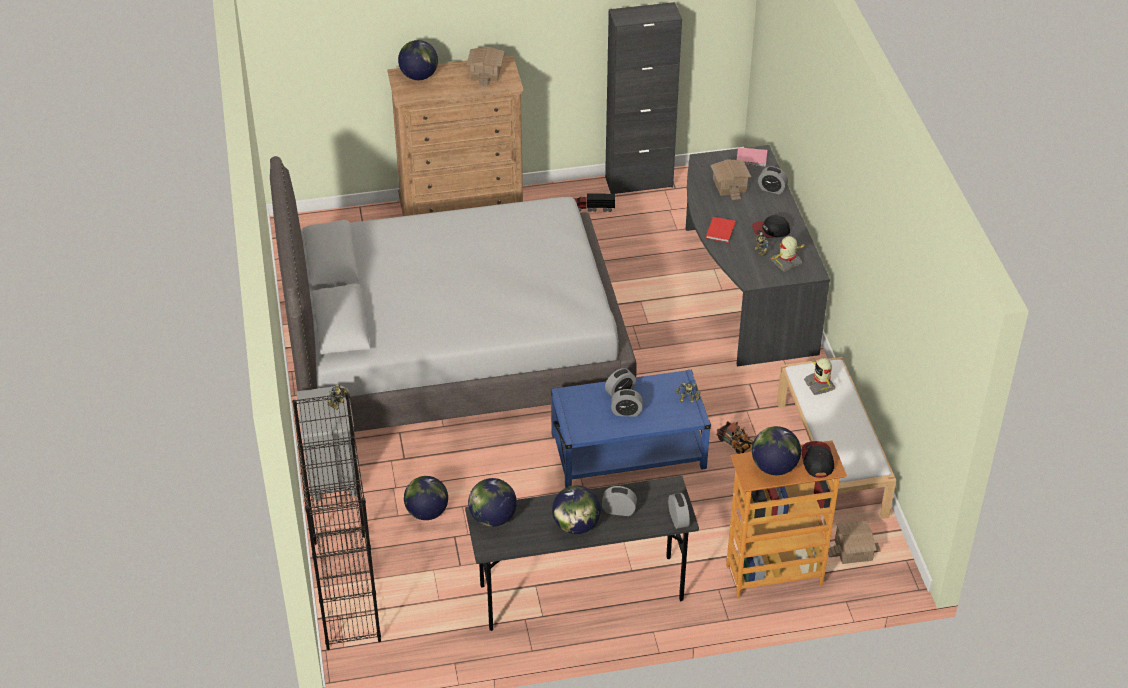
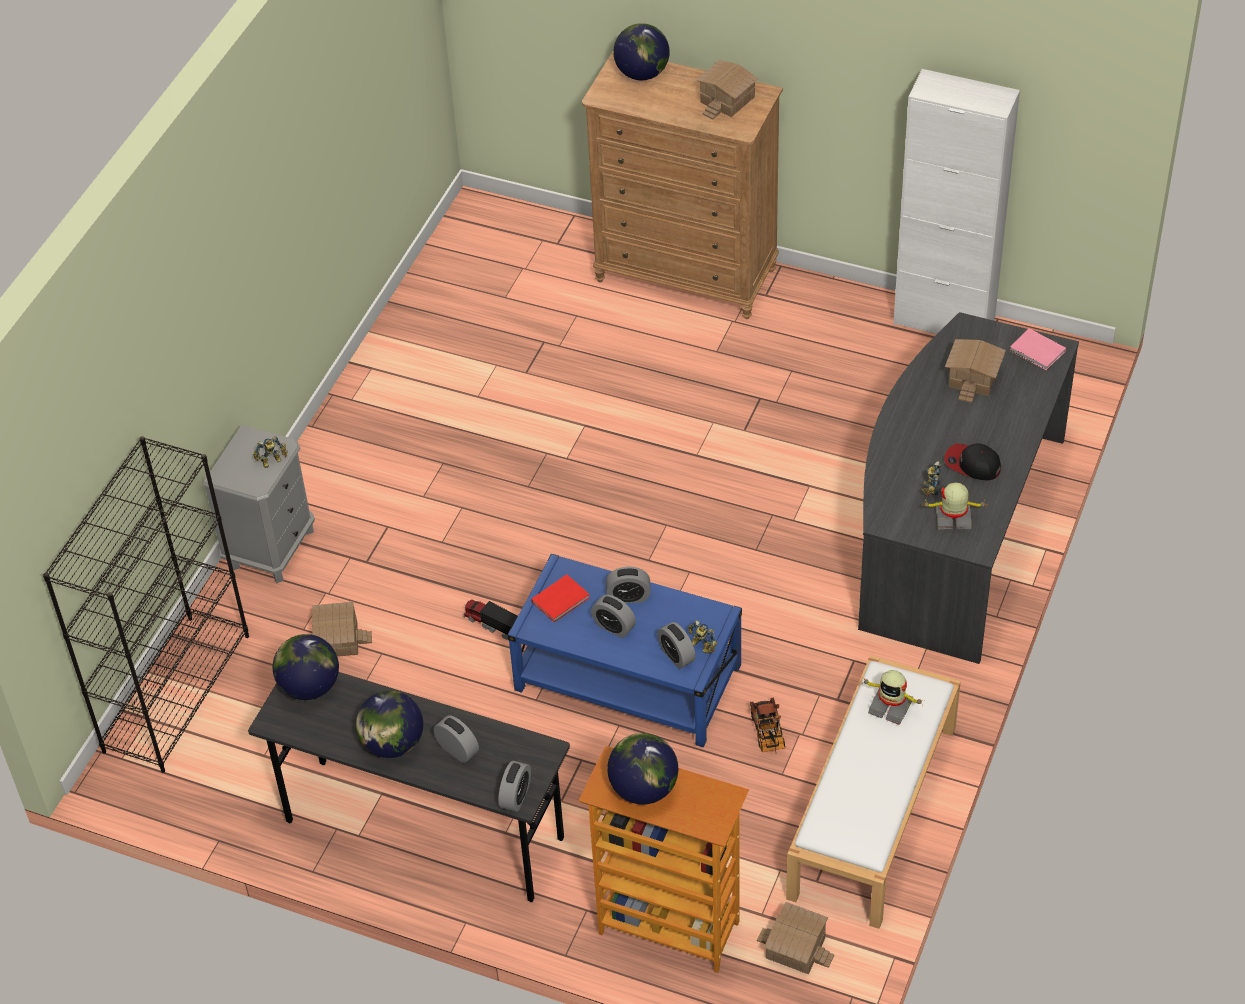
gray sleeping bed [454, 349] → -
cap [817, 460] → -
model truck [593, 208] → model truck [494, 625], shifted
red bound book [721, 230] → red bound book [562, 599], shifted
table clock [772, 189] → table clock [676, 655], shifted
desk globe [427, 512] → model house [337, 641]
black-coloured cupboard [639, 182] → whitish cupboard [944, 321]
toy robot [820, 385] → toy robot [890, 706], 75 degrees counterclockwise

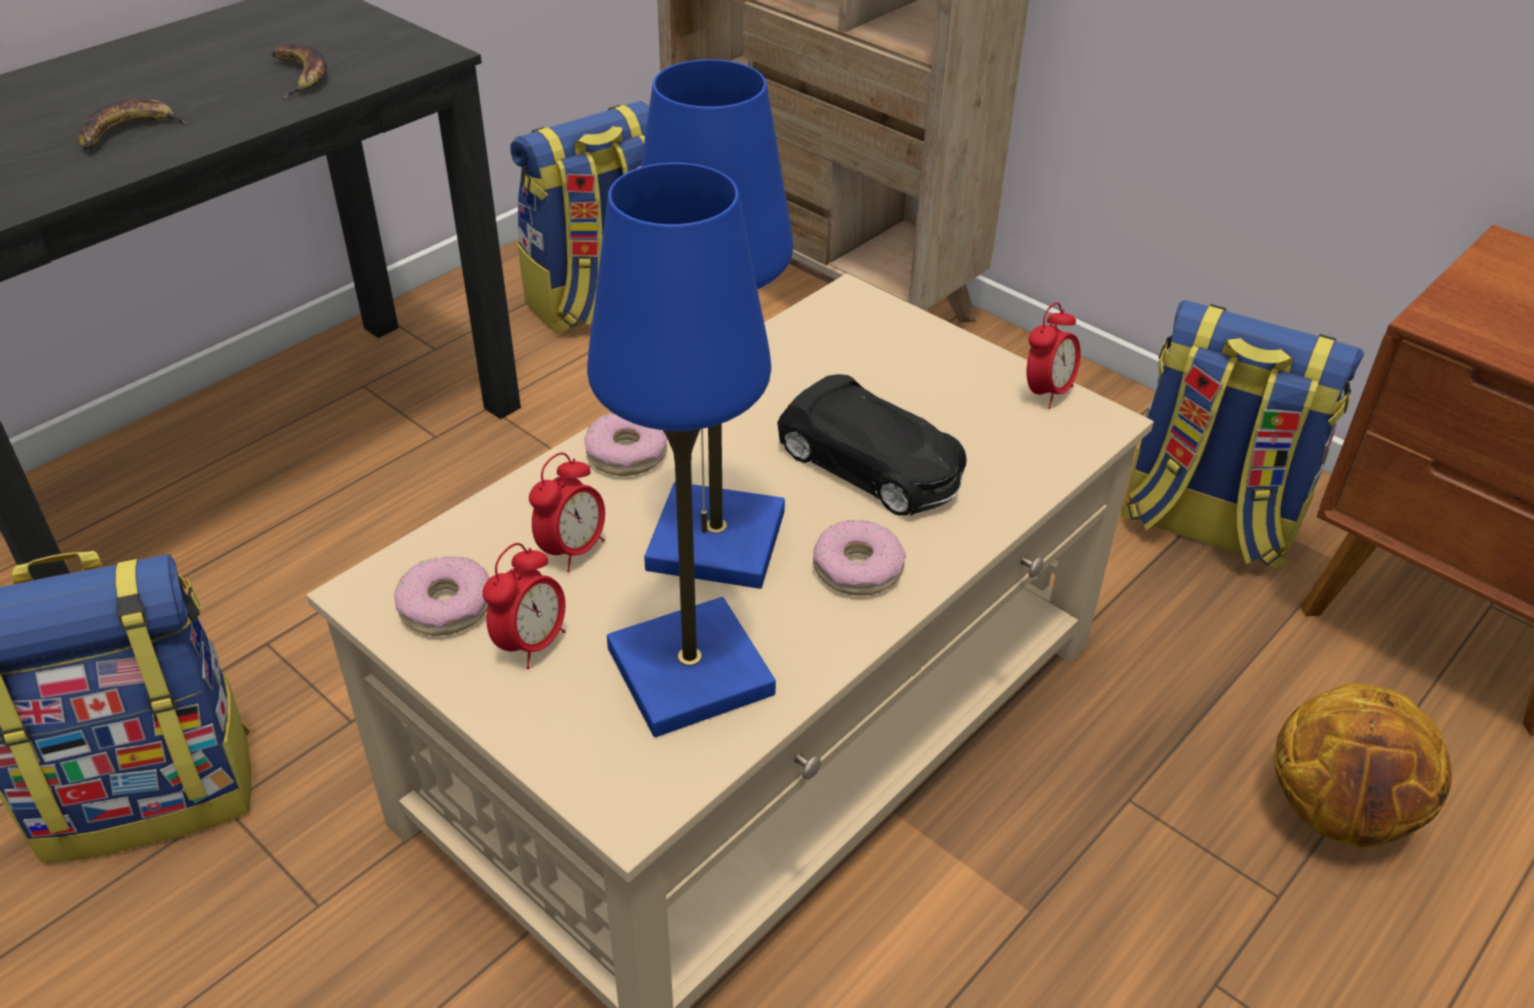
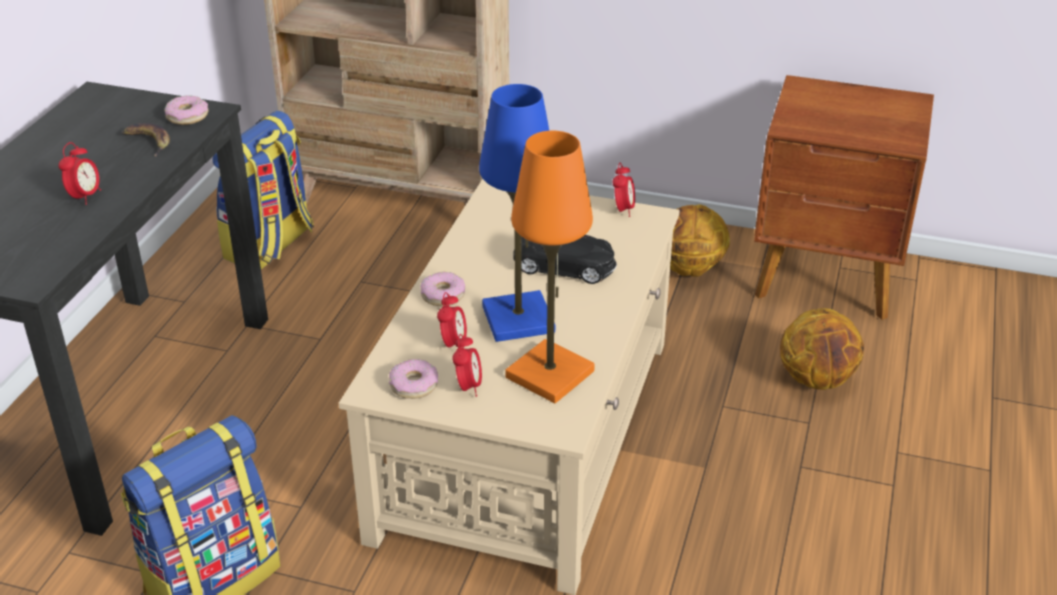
ring doughnut [858, 568] → ring doughnut [187, 116], shifted
whole banana [128, 133] → table clock [85, 197]
knapsack [1205, 525] → basketball [689, 269]
blue-coloured tabletop lamp [690, 671] → orange-coloured tabletop lamp [549, 374]

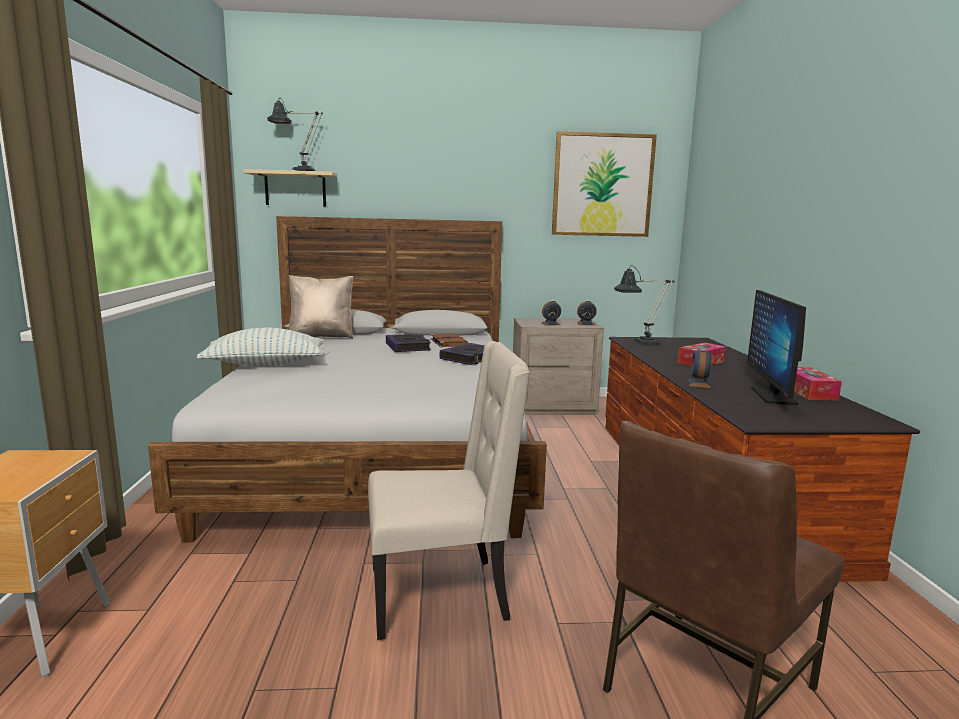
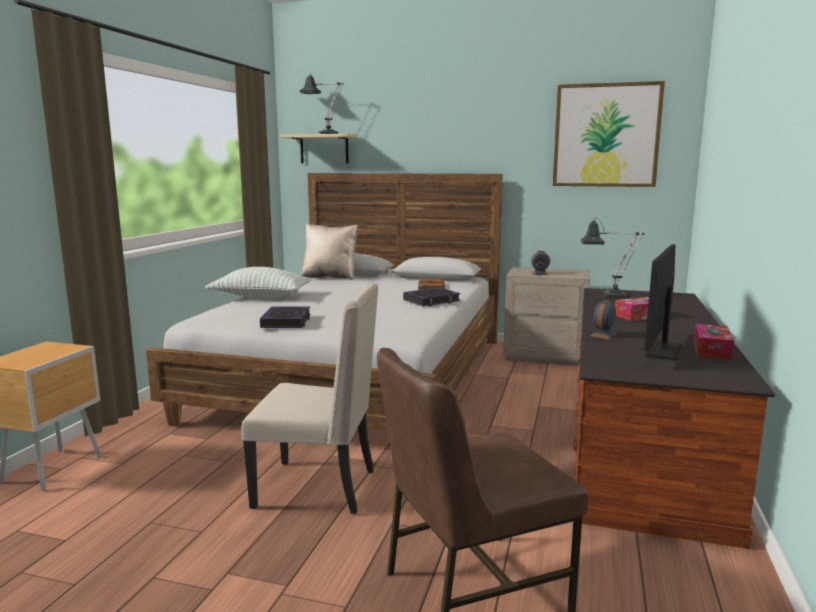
table clock [586, 324] → -
bound book [408, 347] → bound book [286, 322], shifted

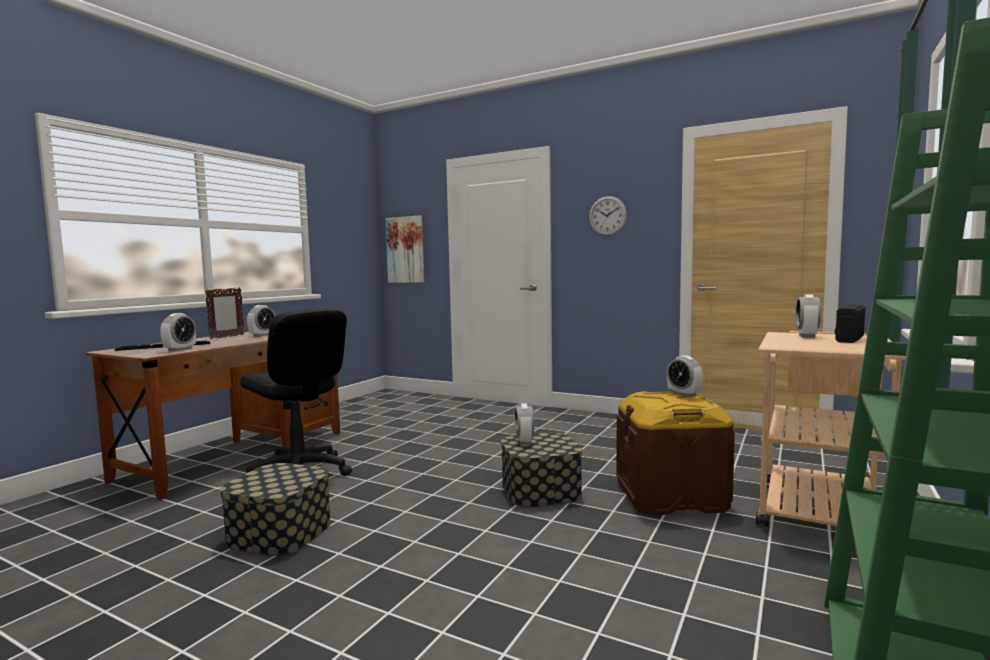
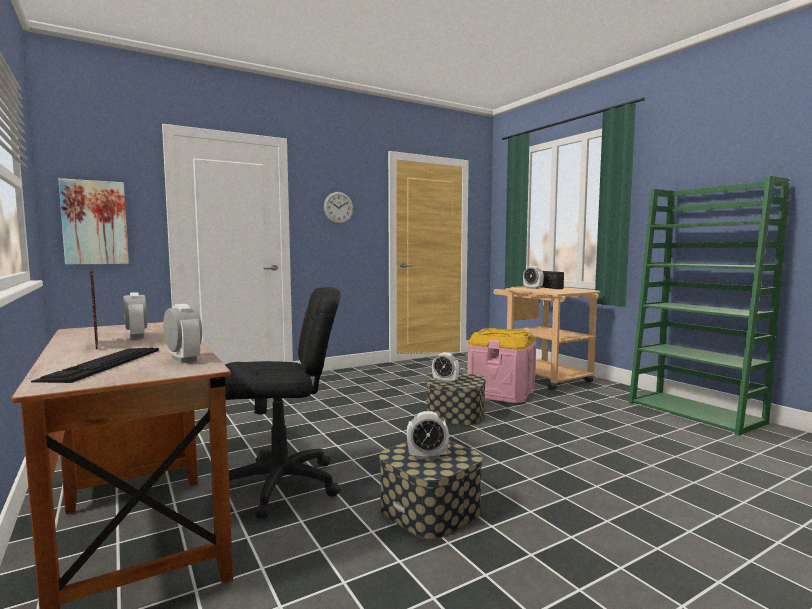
table clock [684, 394] → table clock [427, 456], shifted
brown storage box [671, 496] → pinkish storage box [501, 393]

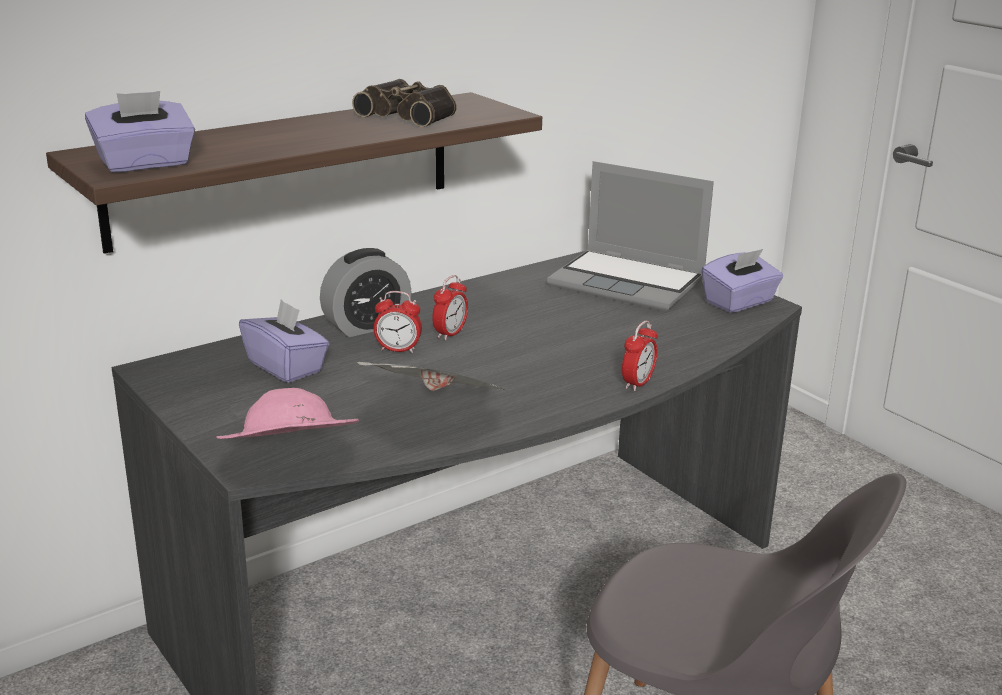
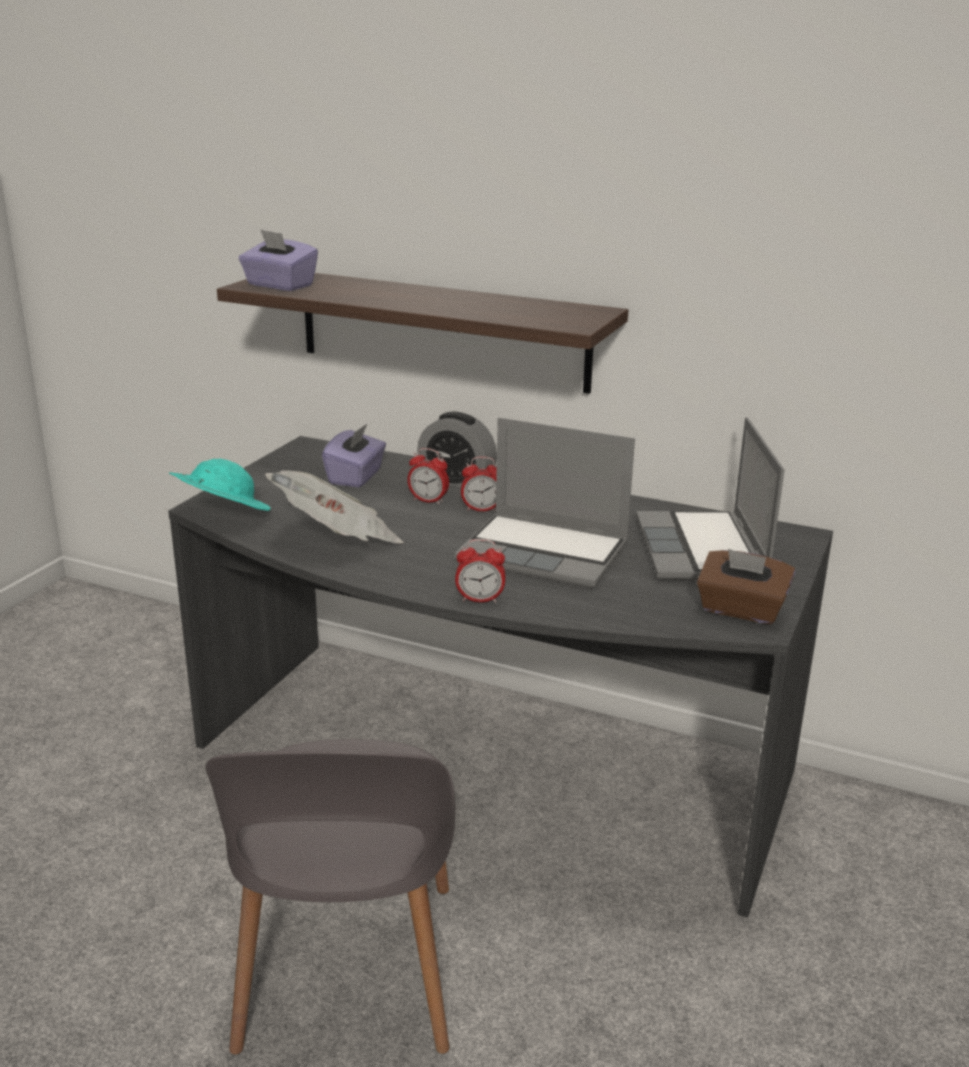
pair of binoculars [411, 115] → -
- → portable computer [546, 553]
pinkish hat [289, 459] → blue-green hat [222, 514]
purple tissue box [739, 302] → brown tissue box [741, 610]
table clock [398, 350] → table clock [428, 501], 45 degrees counterclockwise

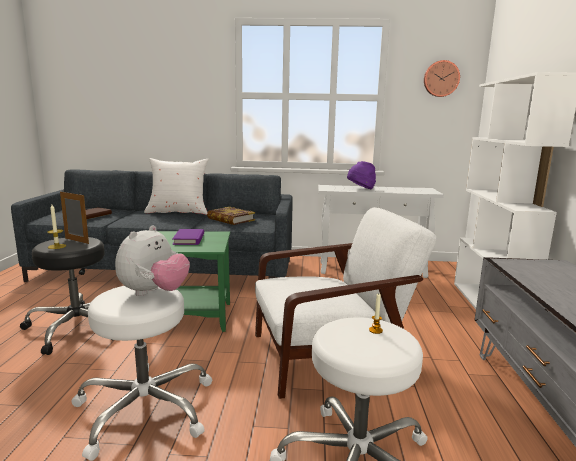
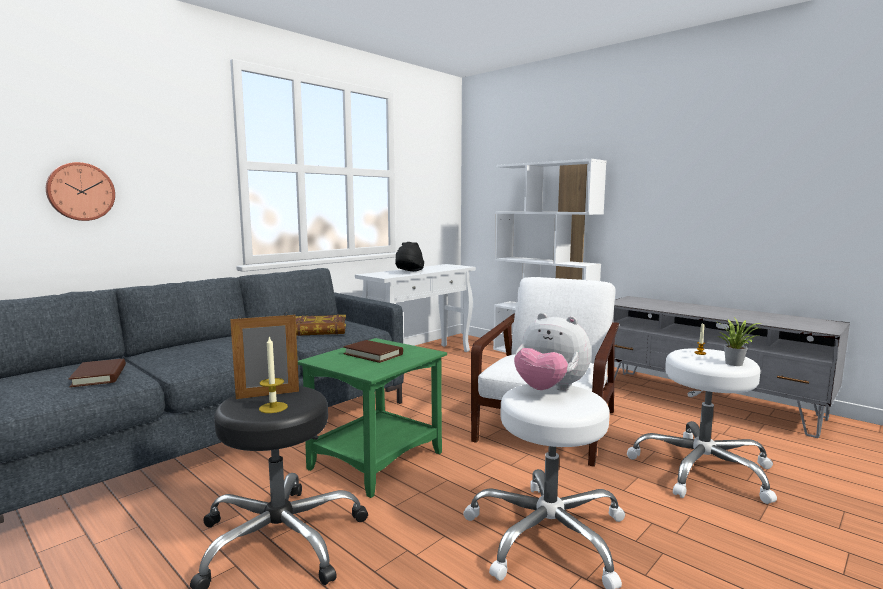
whitish throw pillow [178, 212] → -
- → potted plant [735, 363]
hanging clock [441, 79] → hanging clock [80, 191], shifted
purple bound book [189, 239] → brown bound book [373, 354]
purple hat [361, 189] → black-coloured hat [409, 272]
plush toy [154, 293] → plush toy [549, 390], 150 degrees clockwise

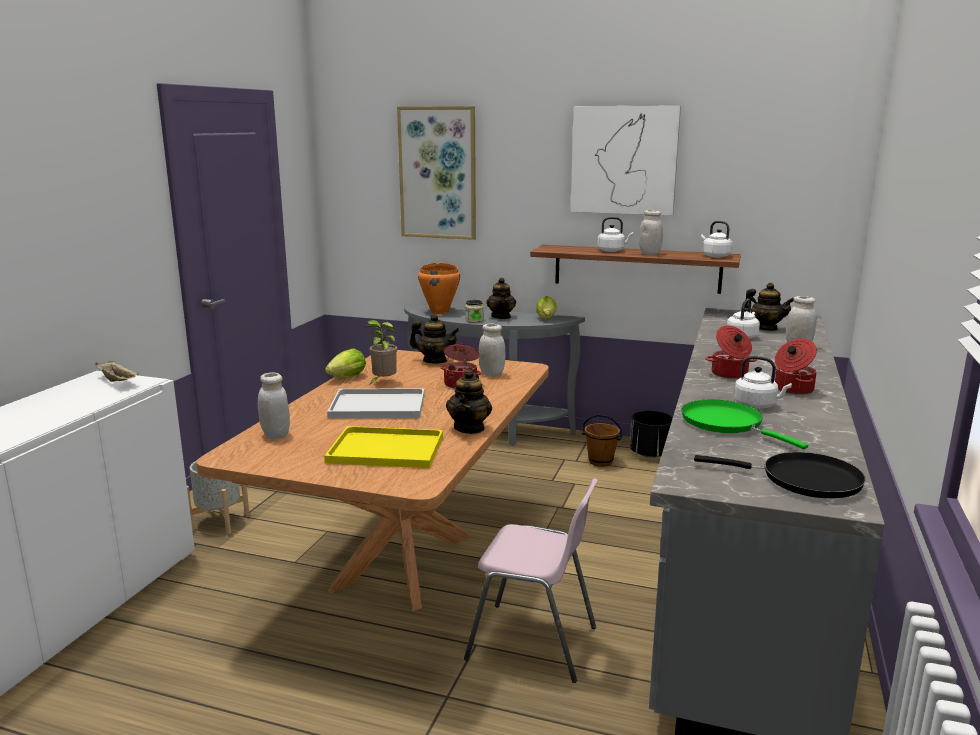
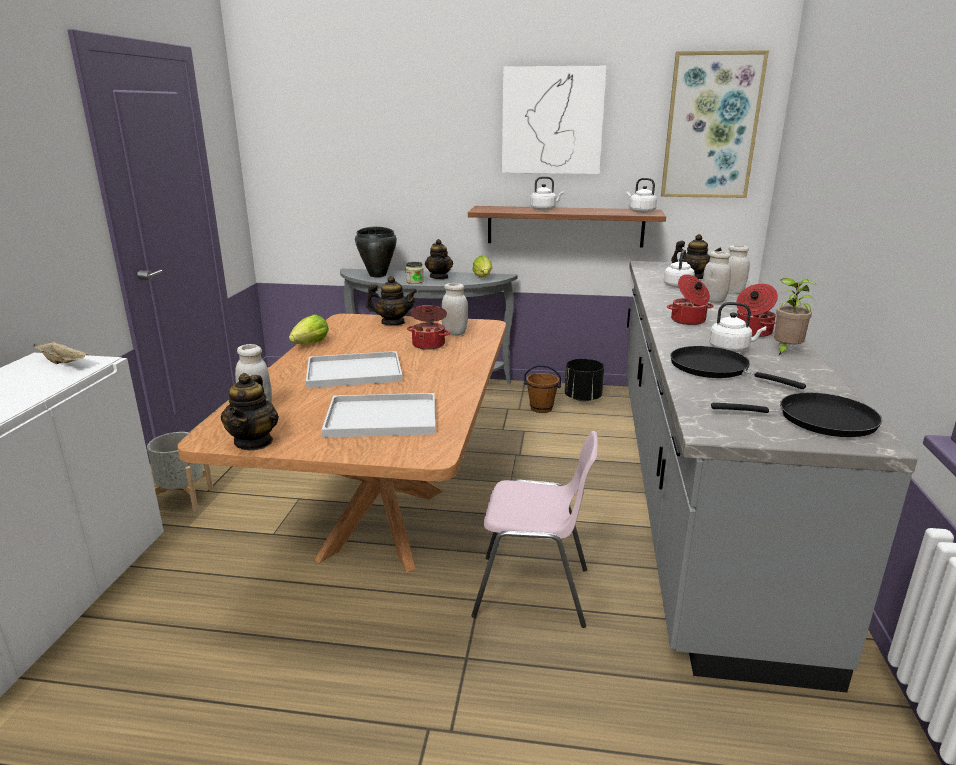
potted plant [382, 382] → potted plant [785, 351], shifted
wall art [438, 173] → wall art [711, 126], shifted
tea pot [469, 428] → tea pot [254, 442], shifted
whitish preserve jar [649, 254] → whitish preserve jar [713, 300], shifted
yellow-coloured serving tray [388, 449] → whitish serving tray [384, 417]
orange-coloured stockpot [440, 312] → black-coloured stockpot [378, 275]
green-coloured pan [726, 423] → black-coloured pan [714, 369]

